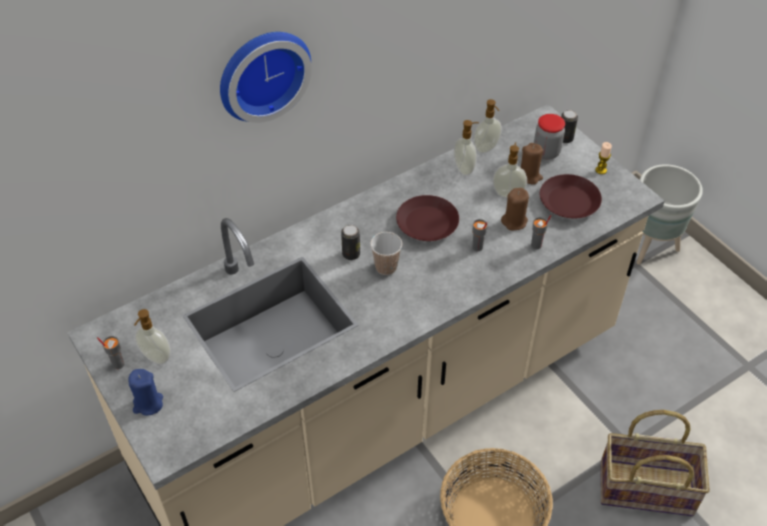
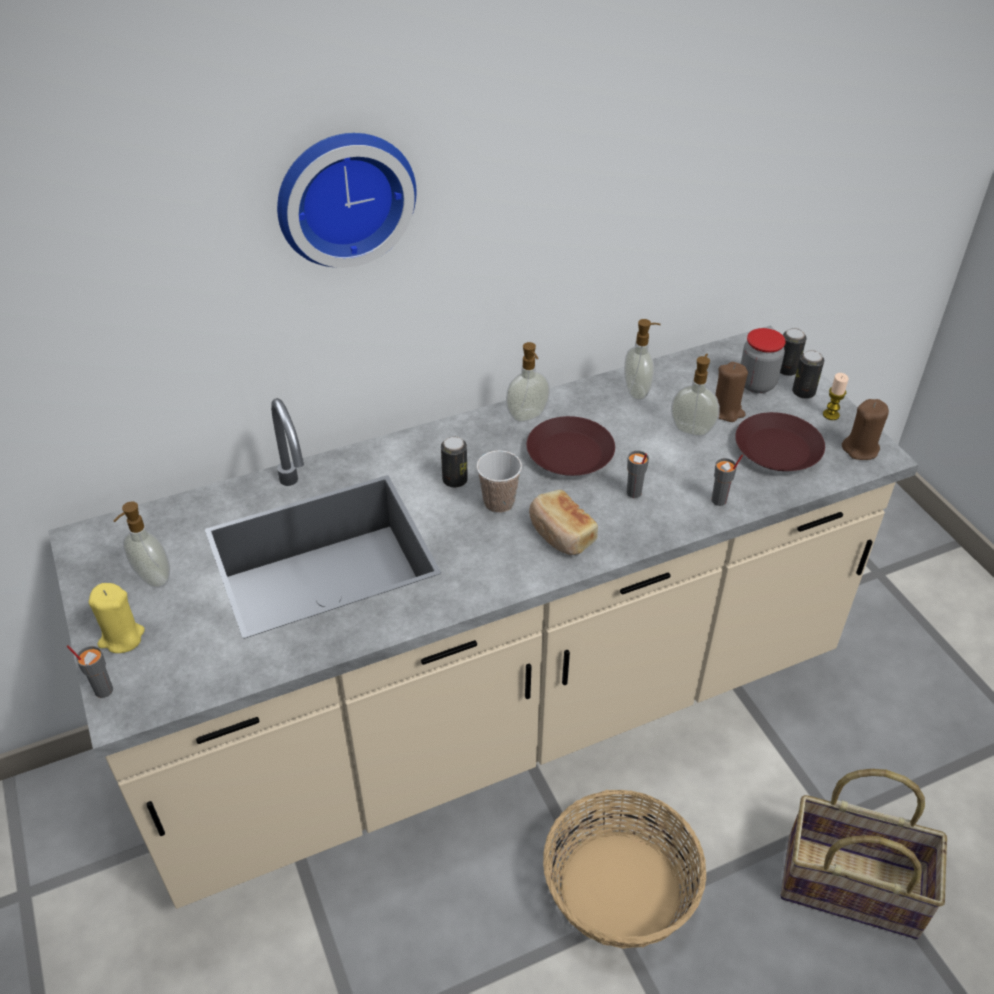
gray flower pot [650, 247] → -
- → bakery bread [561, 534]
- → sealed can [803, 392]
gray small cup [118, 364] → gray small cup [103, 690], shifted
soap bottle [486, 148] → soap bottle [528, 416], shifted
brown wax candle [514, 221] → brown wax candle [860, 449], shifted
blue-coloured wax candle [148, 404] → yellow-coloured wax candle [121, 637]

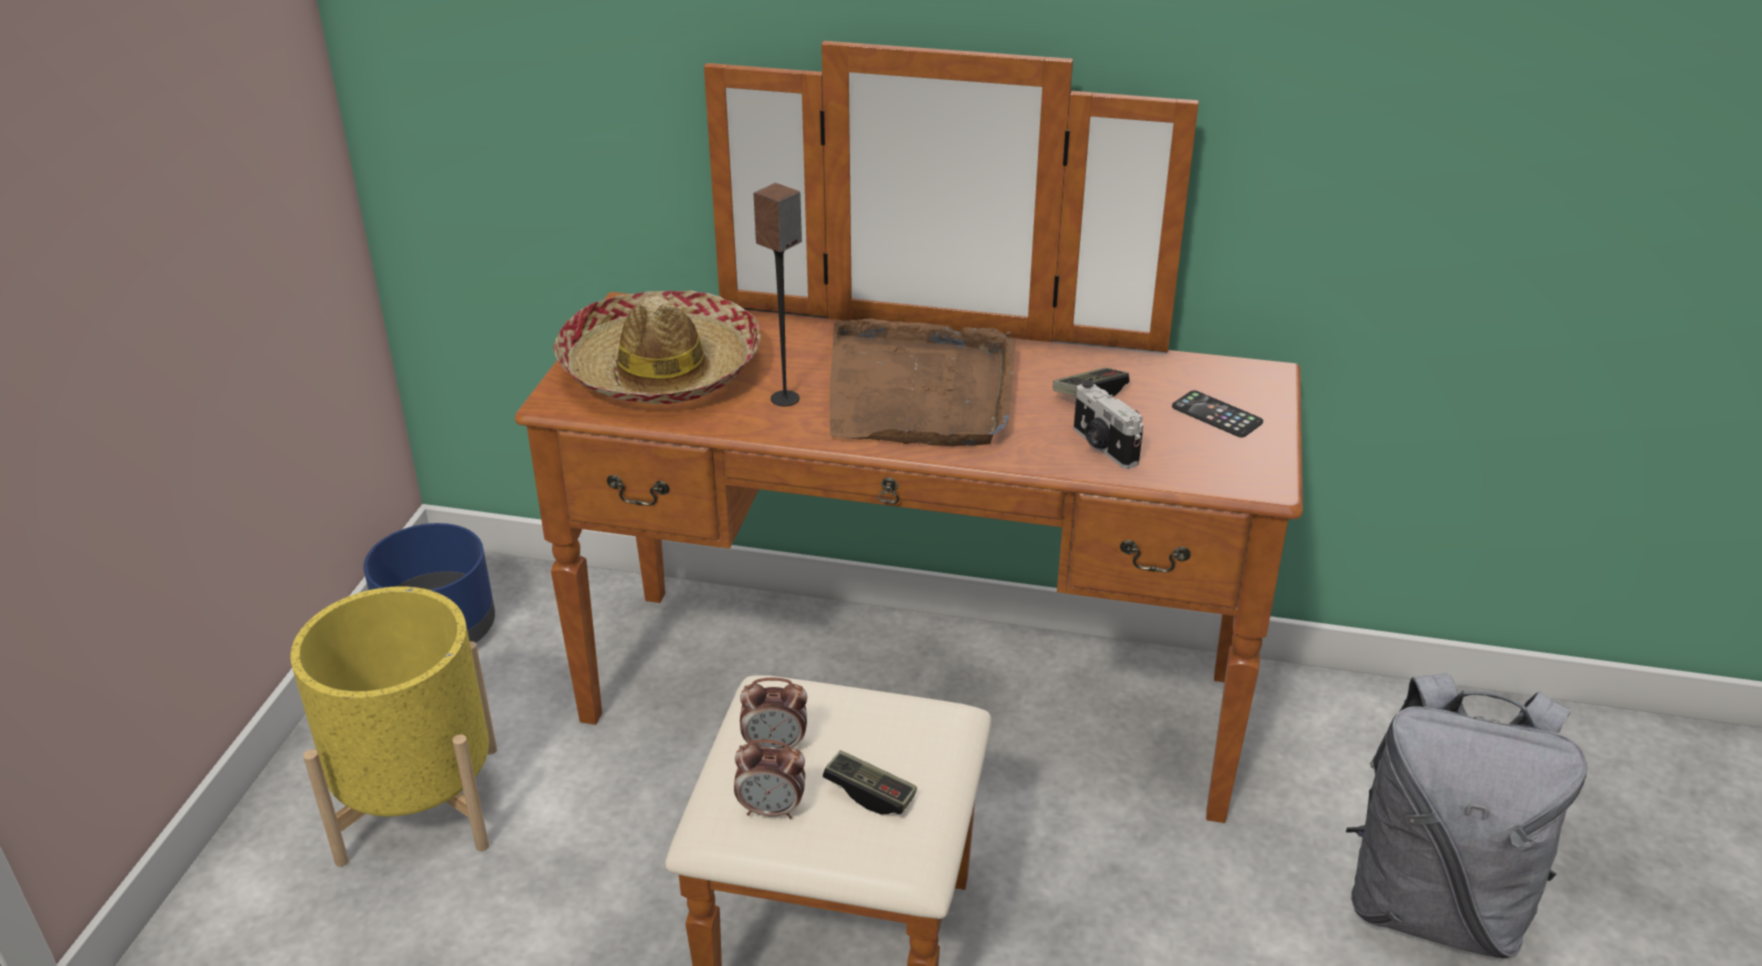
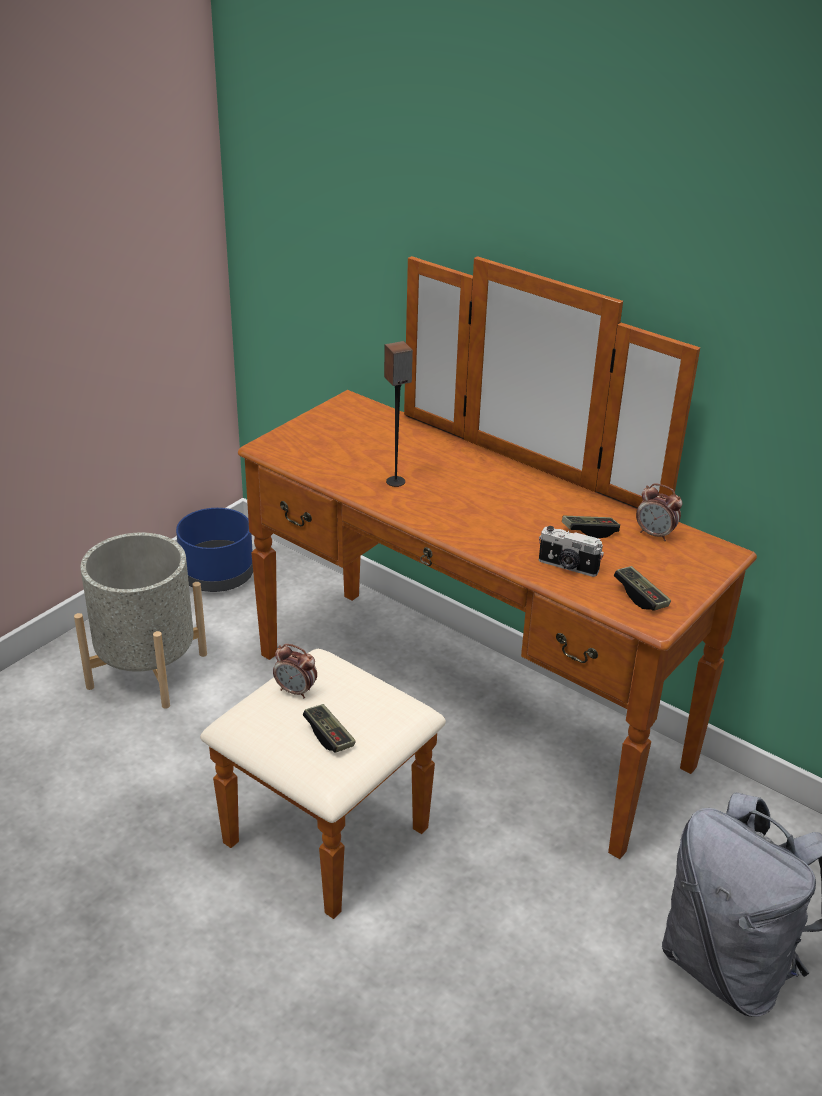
hat [661, 369] → -
brown serving tray [919, 391] → -
handset [1216, 415] → -
- → gamepad [640, 596]
table clock [771, 810] → table clock [655, 534], shifted
yellow-coloured flower pot [419, 803] → gray flower pot [147, 670]
still camera [1103, 447] → still camera [567, 567], 60 degrees counterclockwise

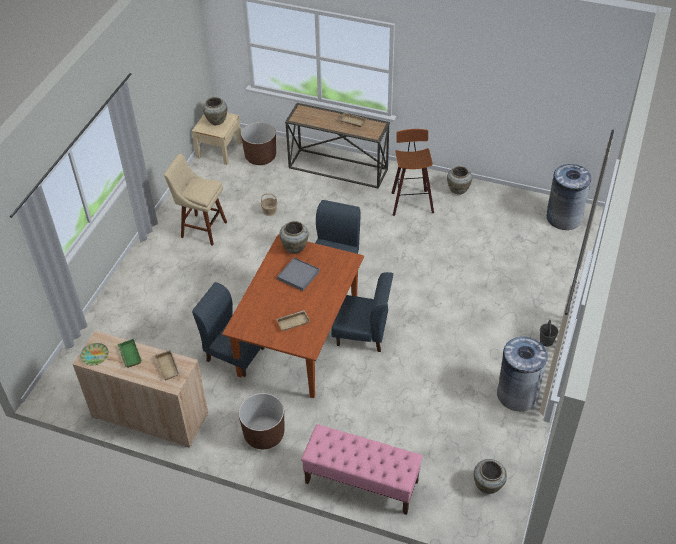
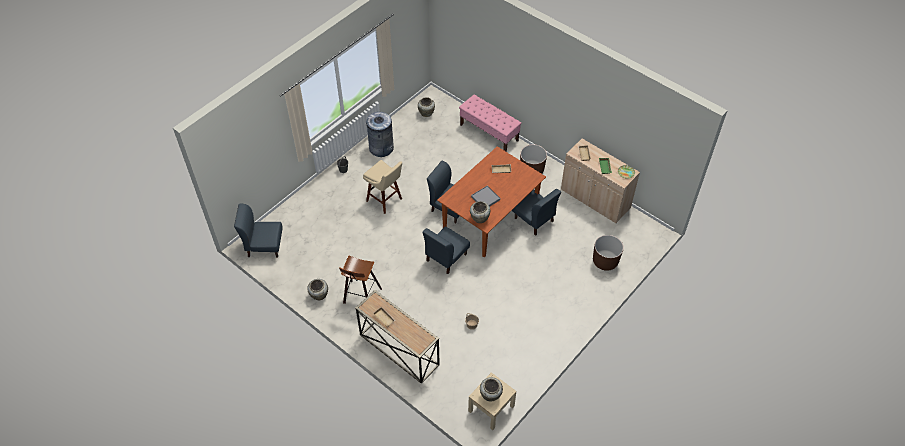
sand-coloured stool seat [201, 229] → sand-coloured stool seat [385, 201], shifted
brown flower pot [260, 157] → brown flower pot [605, 261], shifted
gray waste bin [563, 218] → blue-coloured plain chair [264, 246]

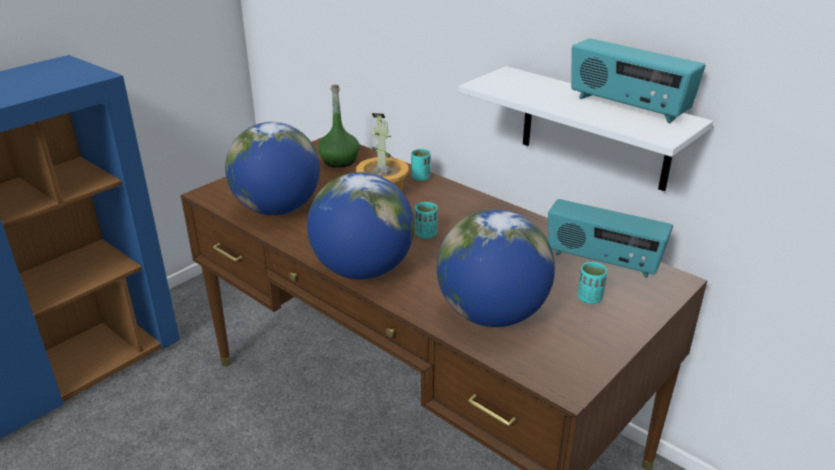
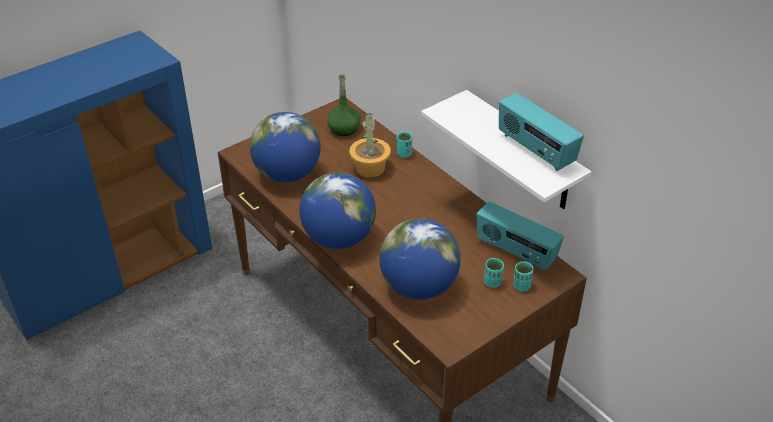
blue-green small cup [426, 234] → blue-green small cup [521, 286], shifted

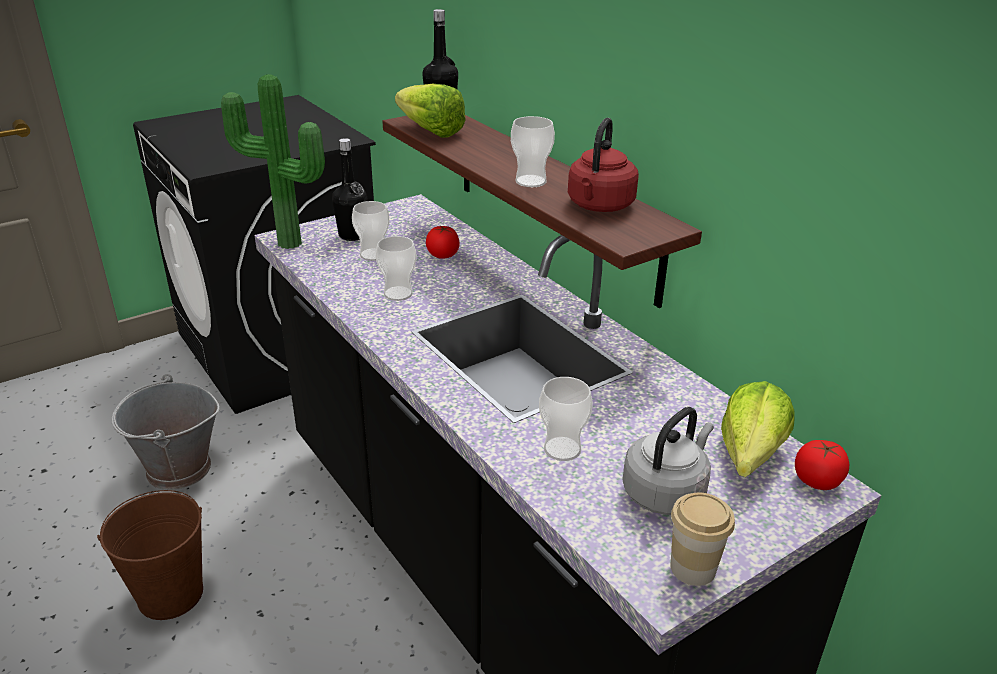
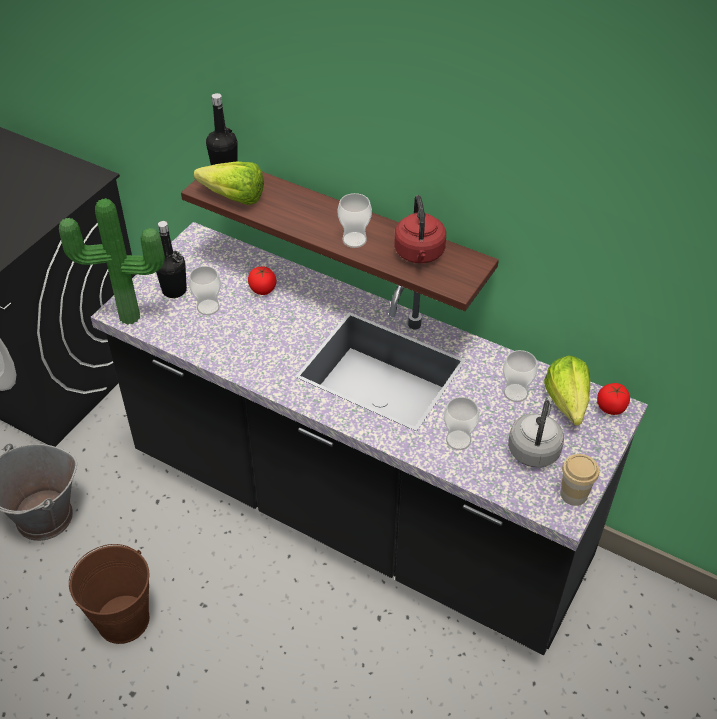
small cup [398, 294] → small cup [515, 393], shifted

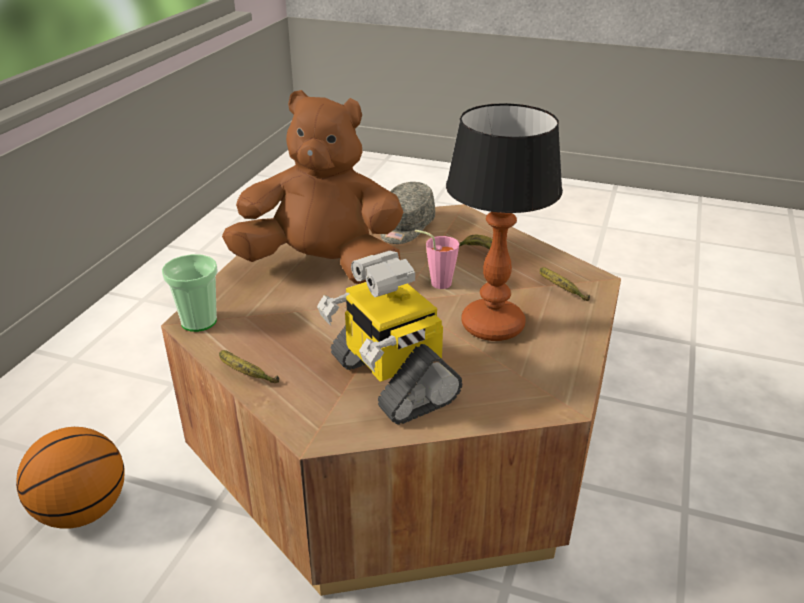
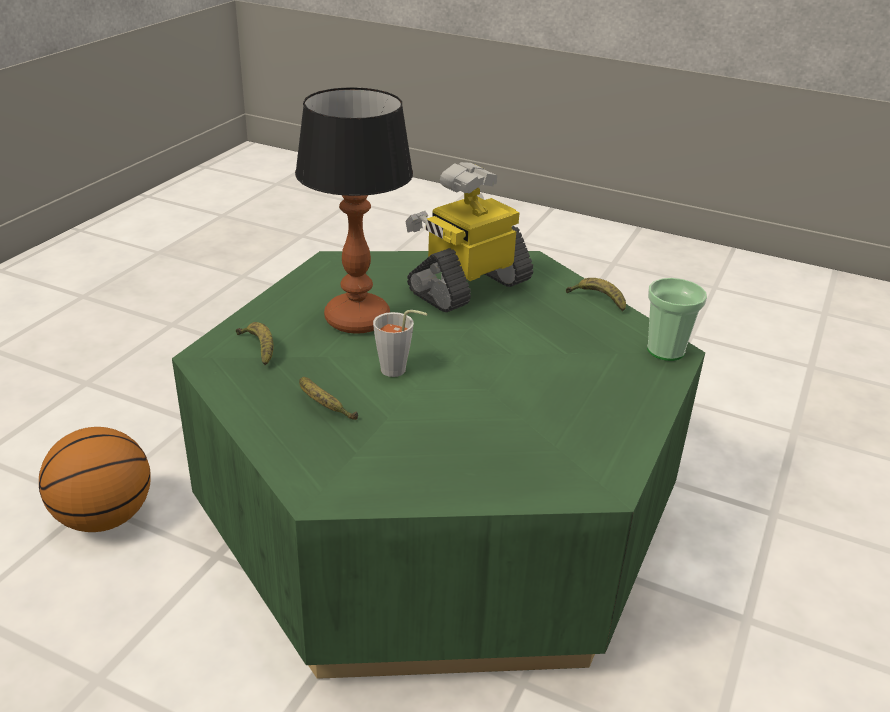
brown plush toy [322, 267] → -
gray cap [406, 227] → -
basketball [82, 510] → basketball [105, 517], shifted
brown lounge table [402, 437] → green-coloured lounge table [437, 512]
pinkish small cup [436, 282] → gray small cup [398, 371]
toy robot [390, 379] → toy robot [468, 286], 105 degrees counterclockwise

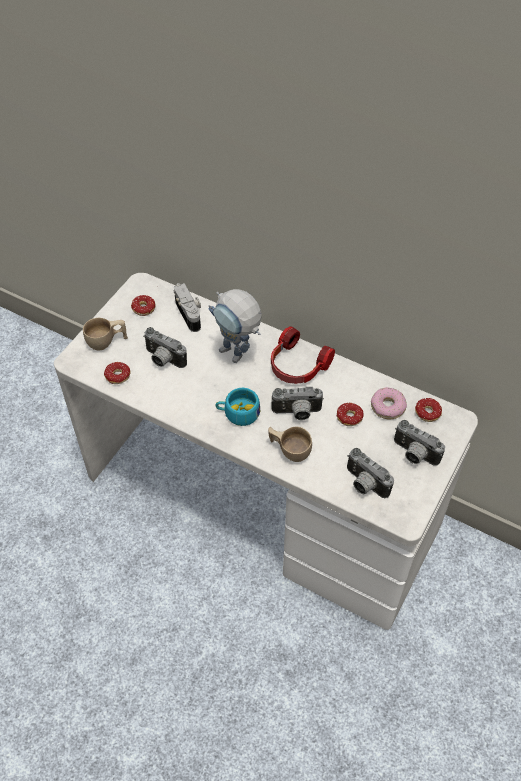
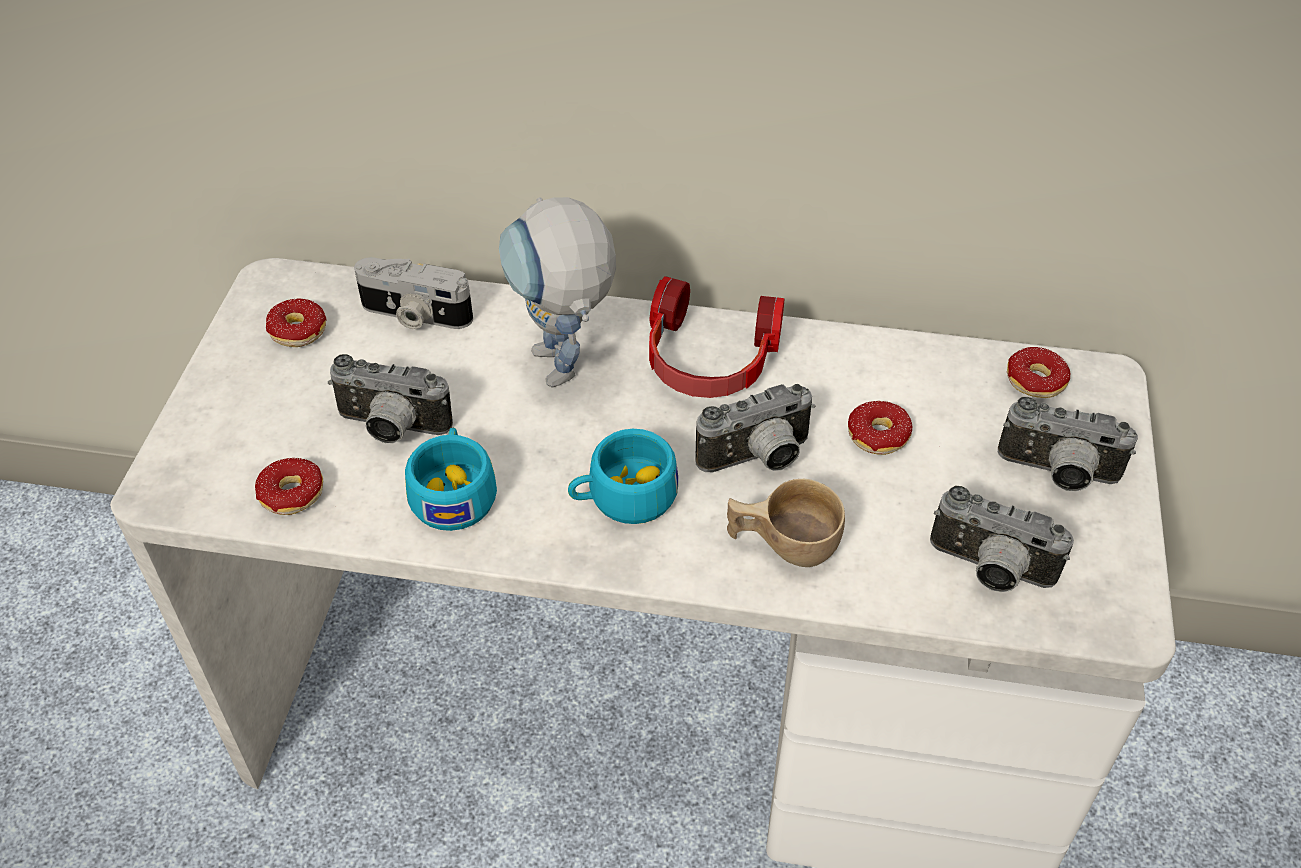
sand-coloured small cup [107, 342] → -
ring doughnut [388, 407] → -
- → blue-green small cup [454, 492]
still camera [190, 314] → still camera [414, 315], 150 degrees clockwise
toy robot [238, 356] → toy robot [565, 375], 45 degrees clockwise

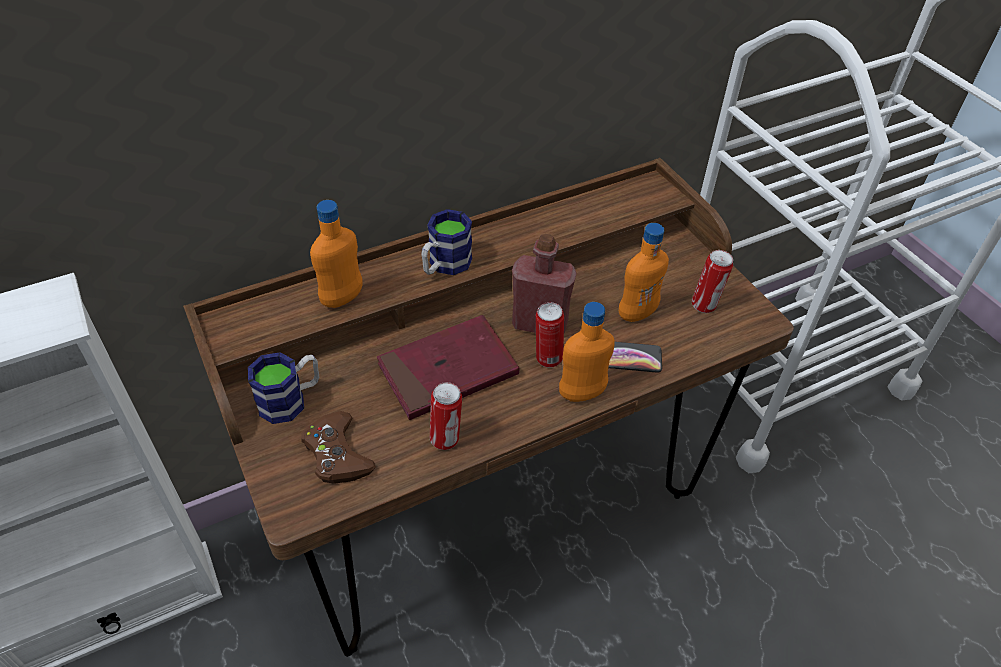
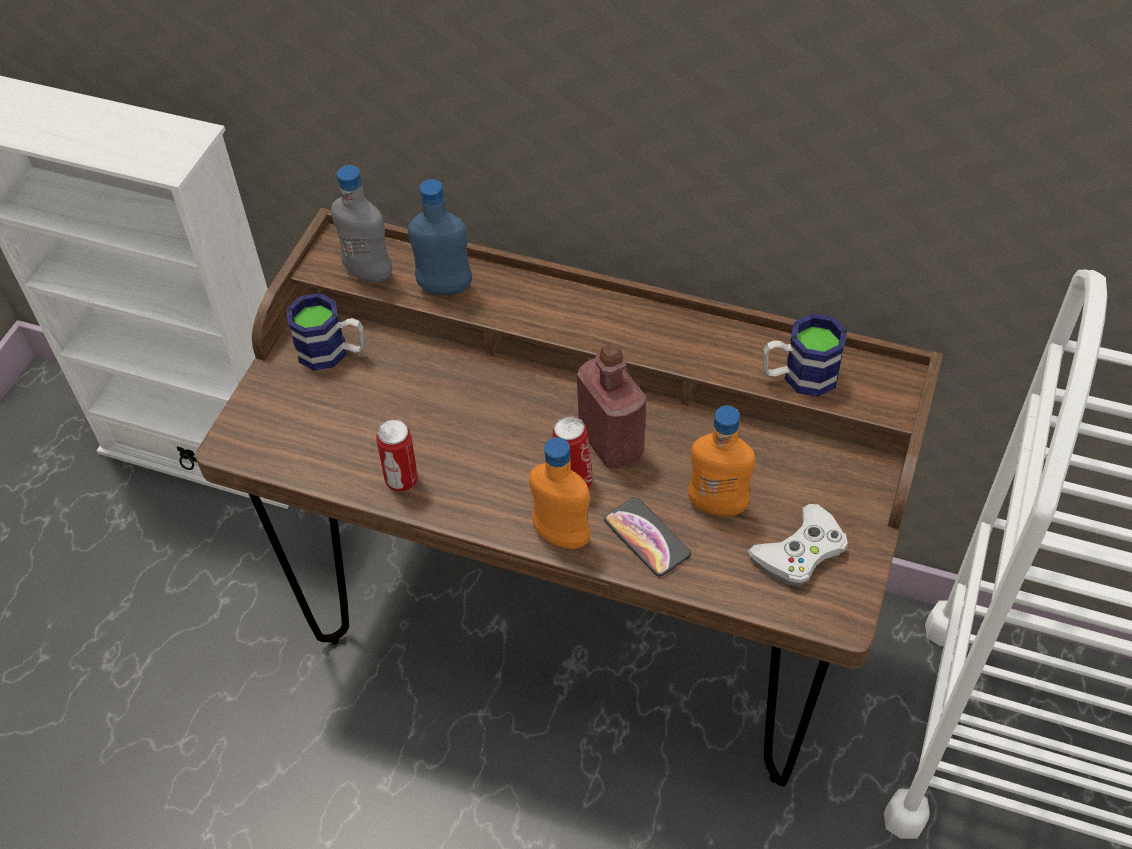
brown gamepad [337, 454] → -
red bound book [448, 371] → -
- → gray bottle [369, 273]
mug [444, 265] → mug [799, 376], shifted
sealed can [705, 305] → whitish gamepad [800, 552]
orange-coloured bottle [342, 298] → blue-coloured bottle [445, 288]

